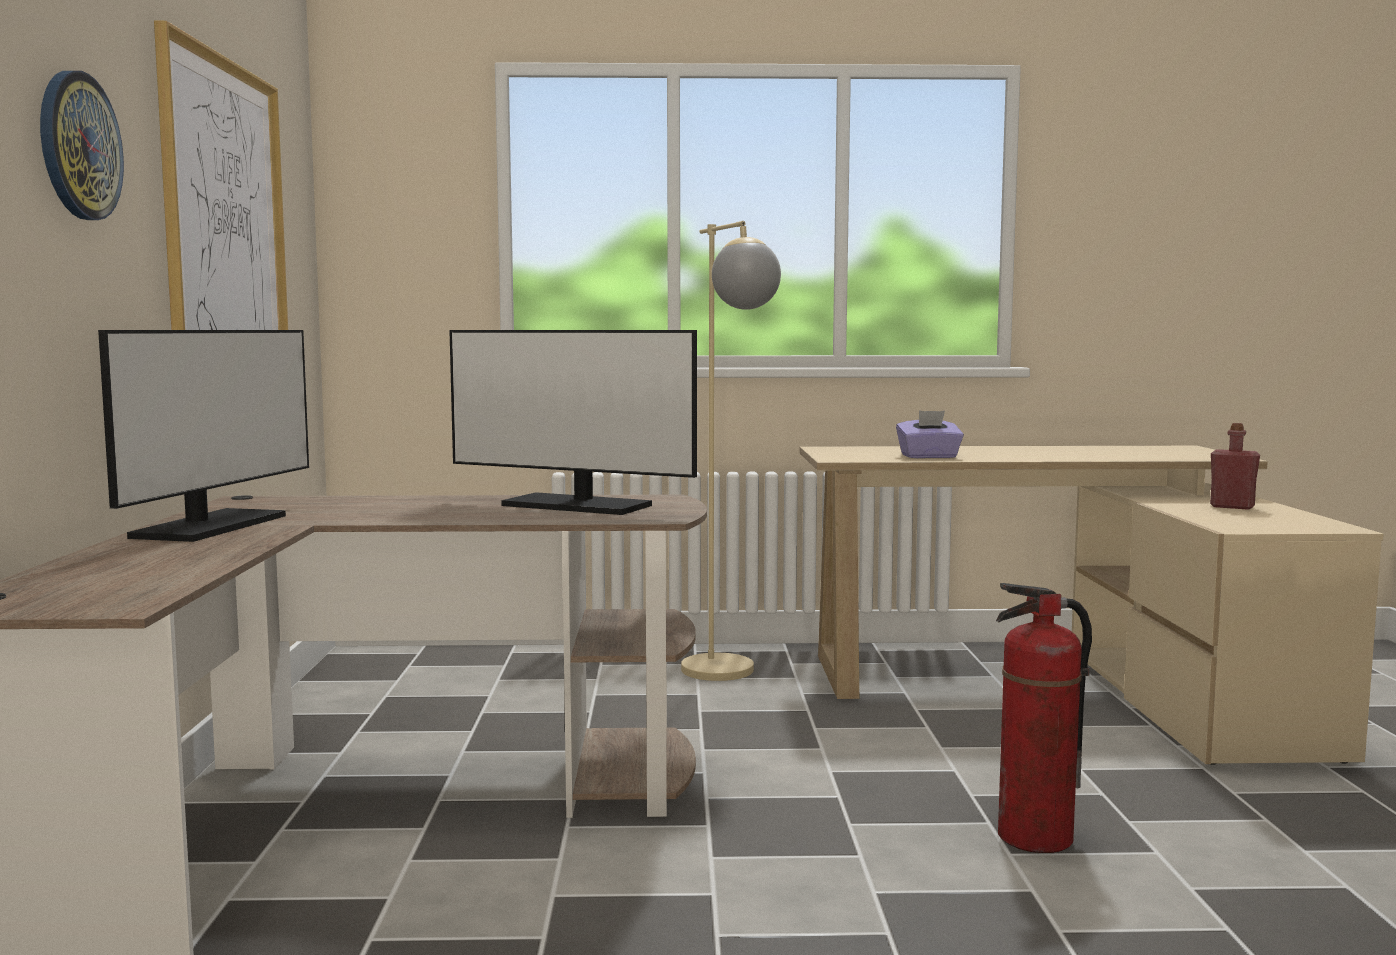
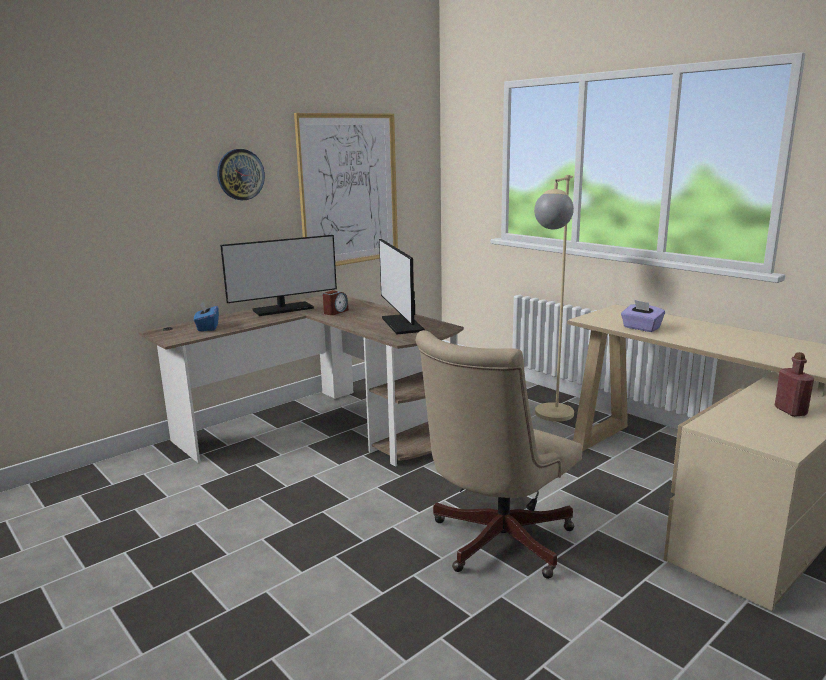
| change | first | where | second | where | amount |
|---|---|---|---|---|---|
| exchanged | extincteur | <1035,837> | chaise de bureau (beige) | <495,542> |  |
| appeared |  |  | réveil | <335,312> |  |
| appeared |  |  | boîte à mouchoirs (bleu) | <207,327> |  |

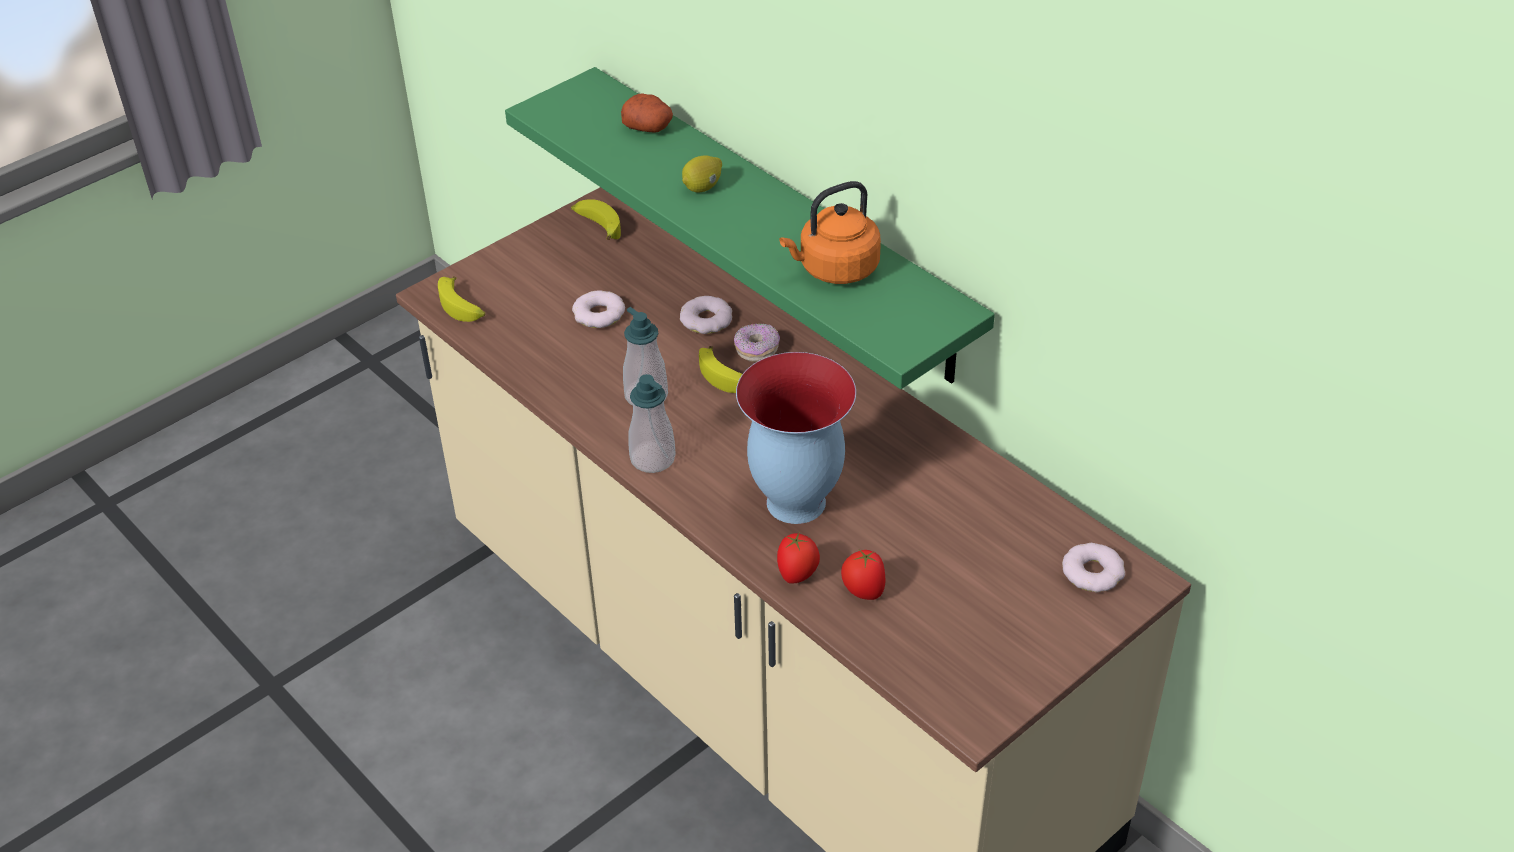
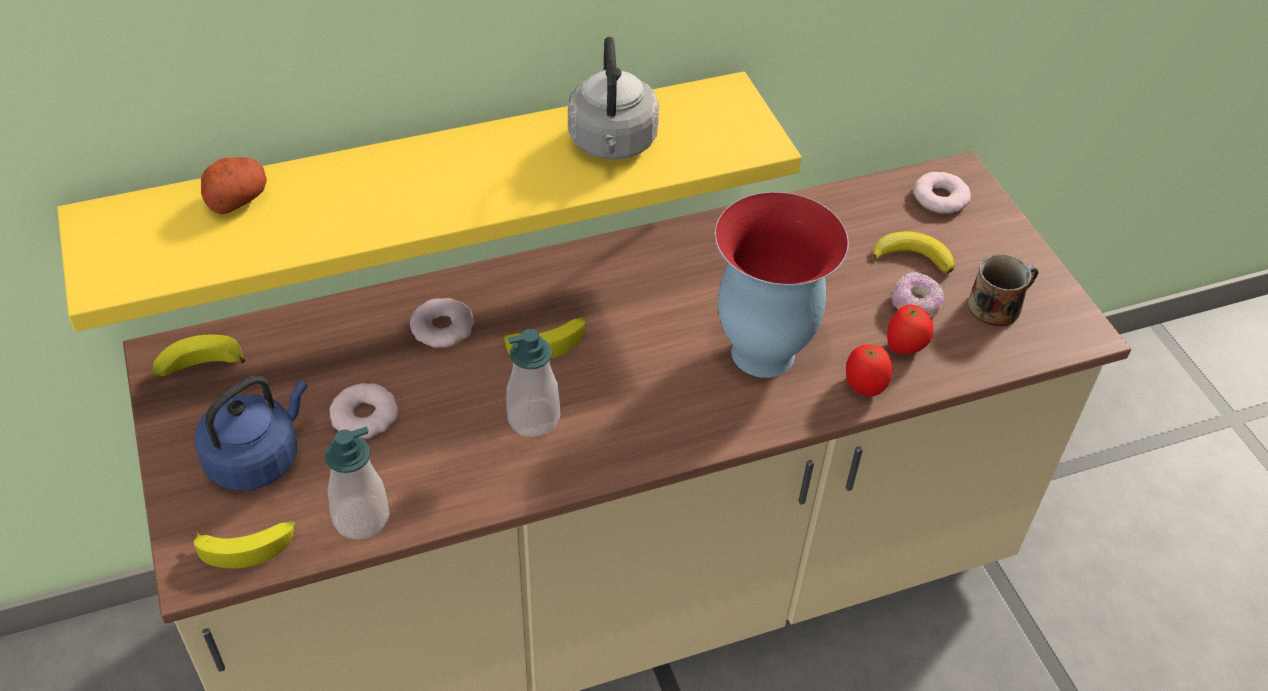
| change | first | where | second | where | amount |
|---|---|---|---|---|---|
| colour | étagère (vert) | <777,223> | étagère (jaune) | <428,184> |  |
| missing | citron | <703,187> |  |  |  |
| colour | bouilloire (orange) | <835,269> | bouilloire (gris) | <612,144> |  |
| relocated | beignet | <756,350> |  | <915,304> |  |
| relocated | distributeur de savon | <652,458> |  | <361,518> |  |
| appeared |  |  | banane | <913,256> |  |
| appeared |  |  | mug | <996,305> |  |
| appeared |  |  | bouilloire (bleu) | <257,457> |  |

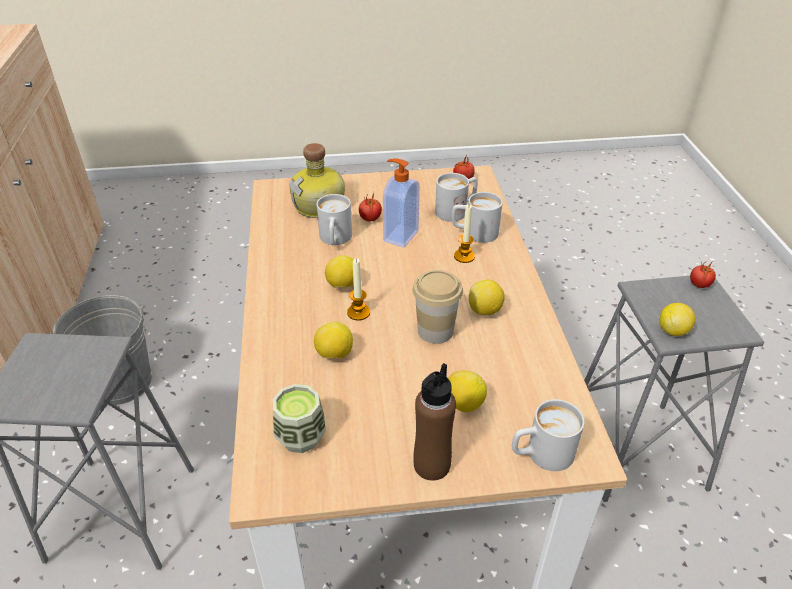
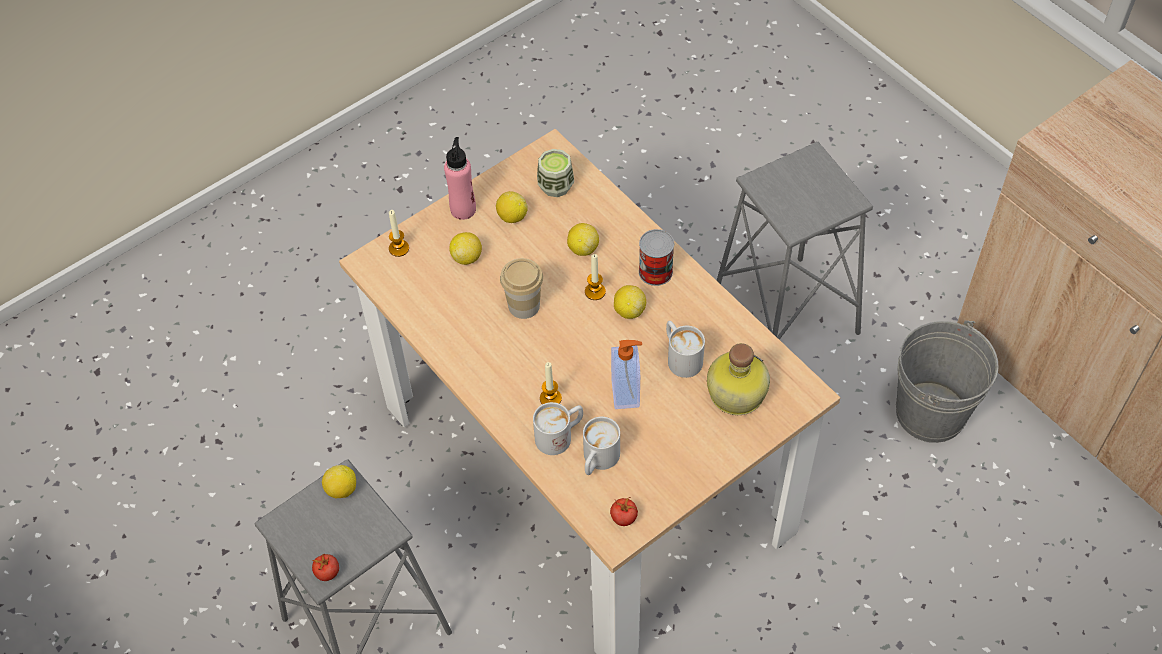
| change | first | where | second | where | amount |
|---|---|---|---|---|---|
| missing | tomate | <370,219> |  |  |  |
| relocated | citron | <485,311> |  | <512,216> |  |
| colour | bouteille (marron) | <431,465> | bouteille (rose) | <463,209> |  |
| exchanged | mug (blanc) | <540,454> | bougie | <399,248> |  |
| appeared |  |  | boîte métallique | <655,272> |  |

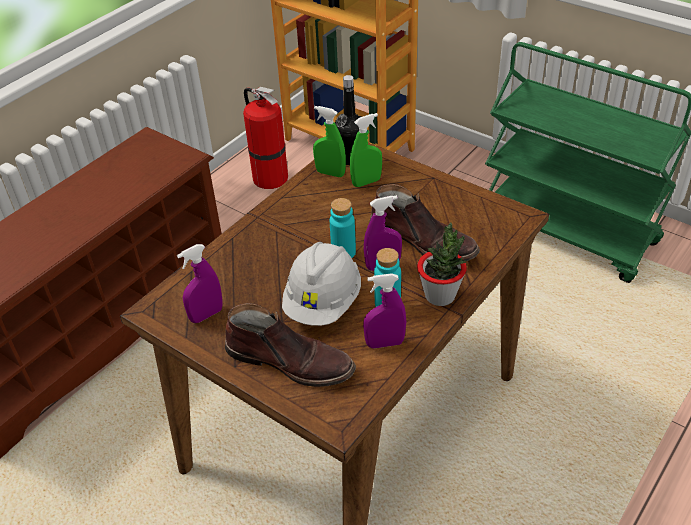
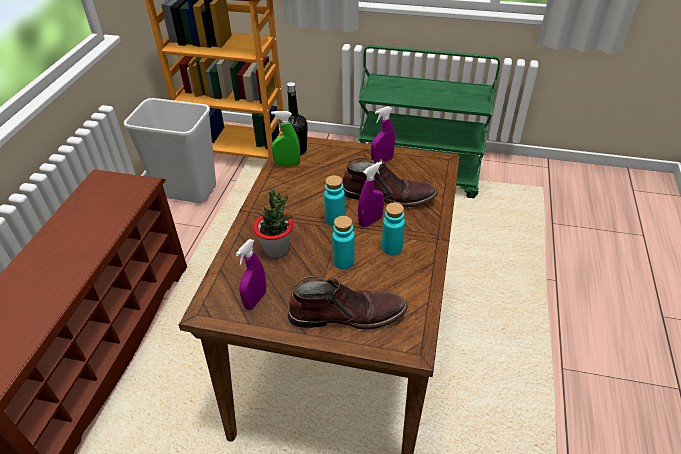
| change | first | where | second | where | amount |
|---|---|---|---|---|---|
| exchanged | extincteur | <268,177> | poubelle (blanc) | <186,191> |  |
| missing | vaporisateur (vert) | <366,182> |  |  |  |
| relocated | plante en pot | <440,295> |  | <276,249> |  |
| exchanged | casque de chantier (blanc) | <323,302> | bouteille (turquoise) | <343,261> |  |
| relocated | vaporisateur (violet) | <384,343> |  | <382,161> |  |

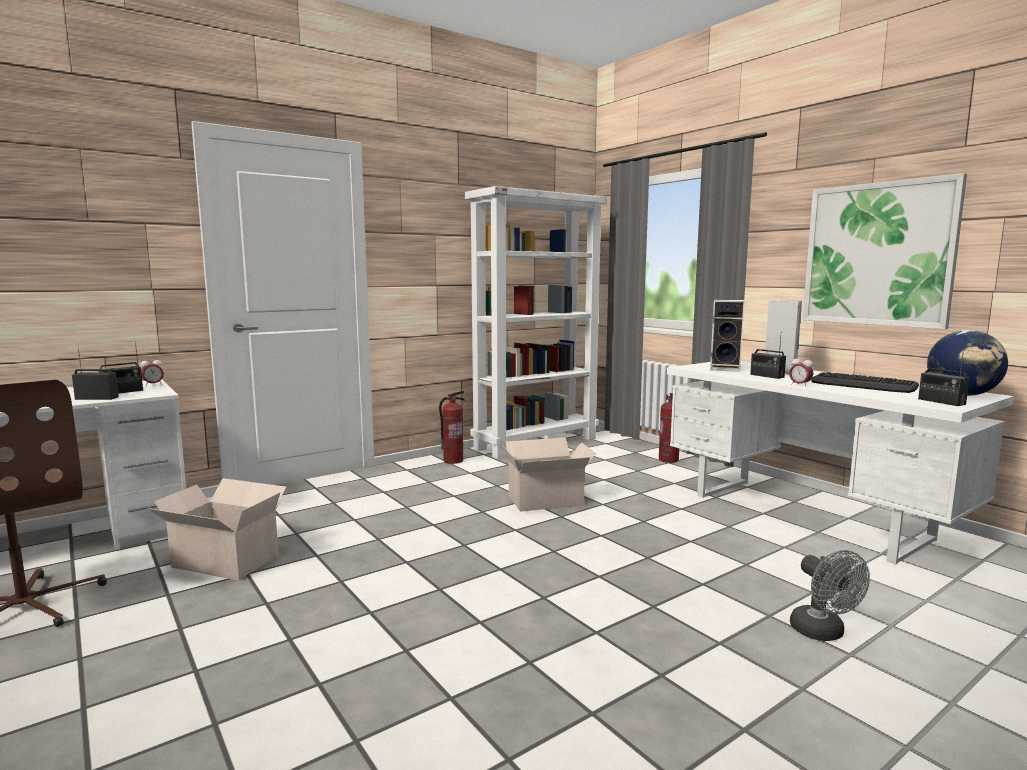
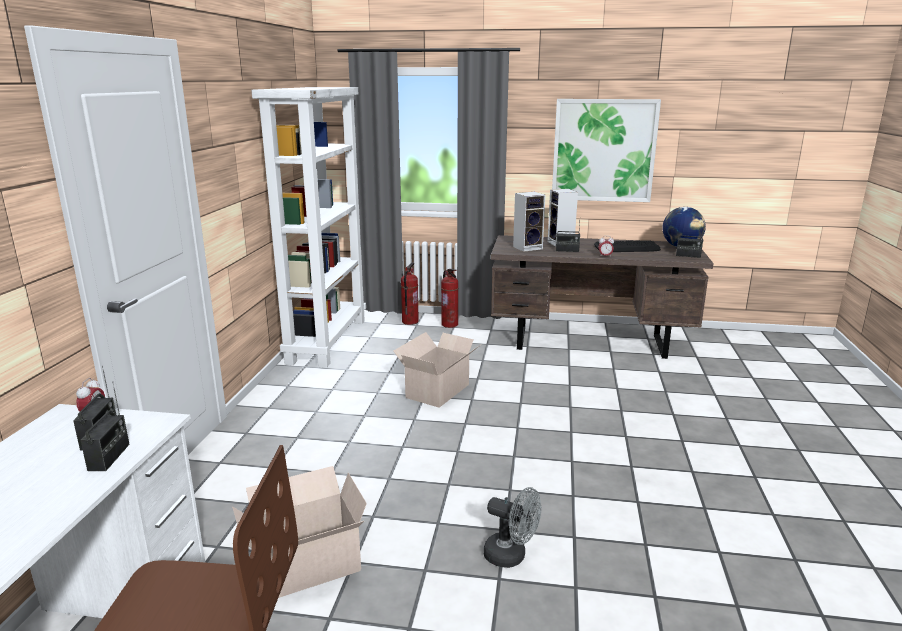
| change | first | where | second | where | amount |
|---|---|---|---|---|---|
| spun | radio | <97,398> |  | <109,457> | 135 degrees clockwise |
| colour | bureau (blanc) | <808,516> | bureau (marron) | <590,342> |  |
| relocated | extincteur | <453,460> |  | <410,322> |  |
| relocated | ventilateur (gris) | <823,633> |  | <511,556> |  |

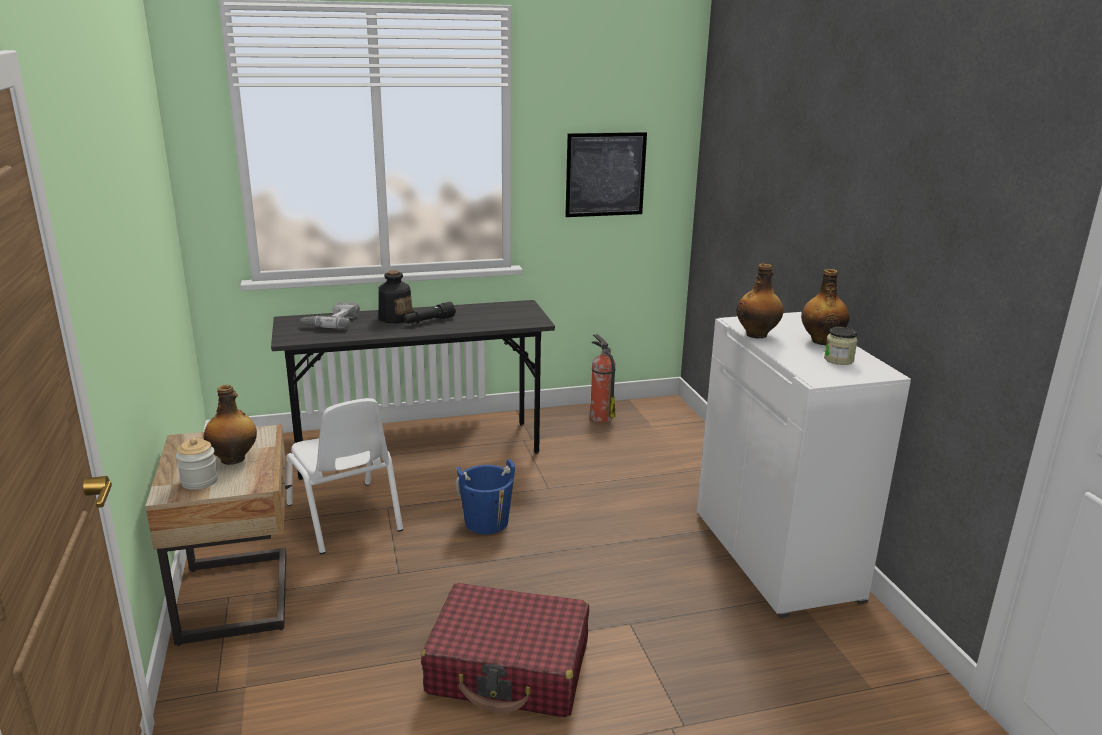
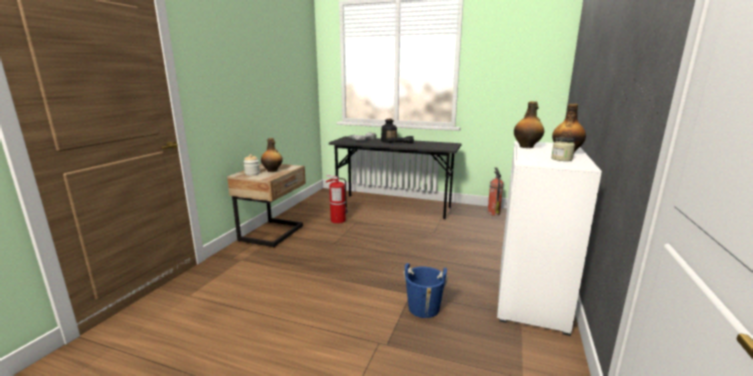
| change | first | where | second | where | amount |
|---|---|---|---|---|---|
| missing | tableau | <605,174> |  |  |  |
| exchanged | chaise (blanc) | <344,517> | extincteur | <337,220> |  |
| relocated | seau (bleu) | <486,522> |  | <423,308> |  |
| missing | valise (rouge) | <509,668> |  |  |  |

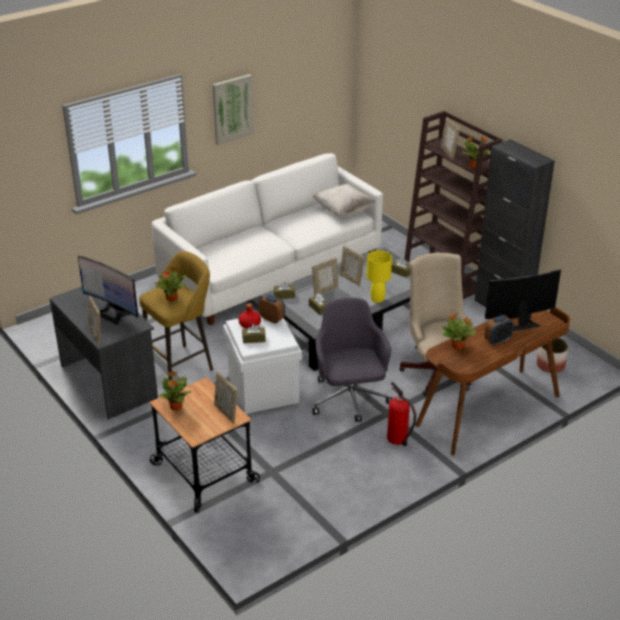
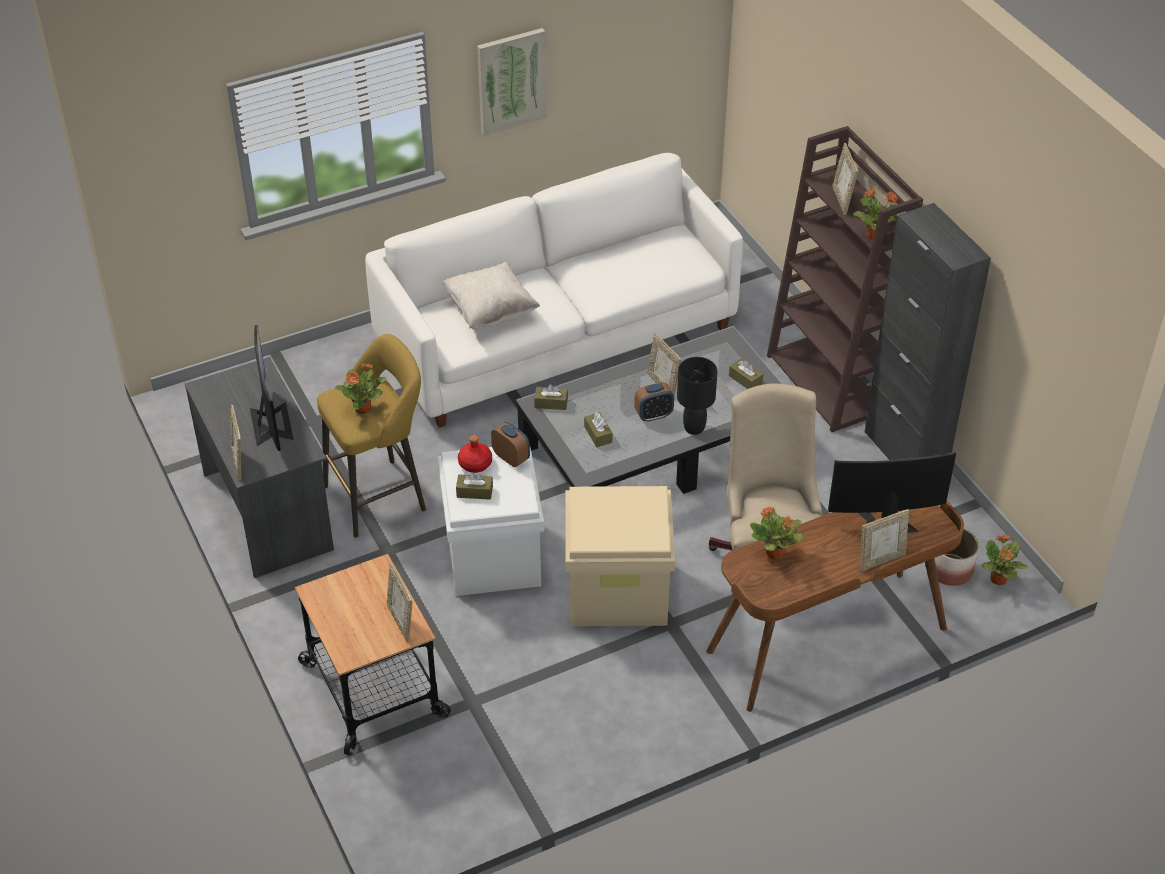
| change | first | where | second | where | amount |
|---|---|---|---|---|---|
| relocated | coussin (beige) | <343,211> |  | <490,311> |  |
| colour | lampe de table (jaune) | <377,299> | lampe de table (noir) | <693,428> |  |
| spun | écran d'ordinateur | <112,313> |  | <271,423> | 150 degrees counterclockwise |
| relocated | cadre photo | <325,290> |  | <880,560> |  |
| exchanged | chaise de bureau (gris) | <349,400> | boîte de rangement (beige) | <619,591> |  |
| relocated | réveil | <497,340> |  | <653,415> |  |
| relocated | plante en pot | <176,407> |  | <998,580> |  |
| missing | extincteur | <399,439> |  |  |  |

